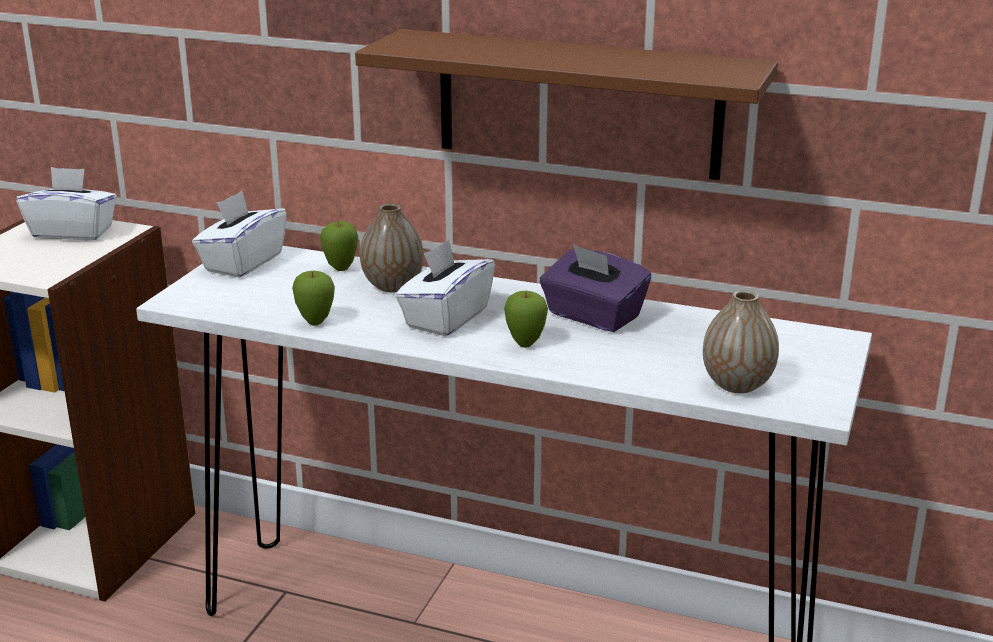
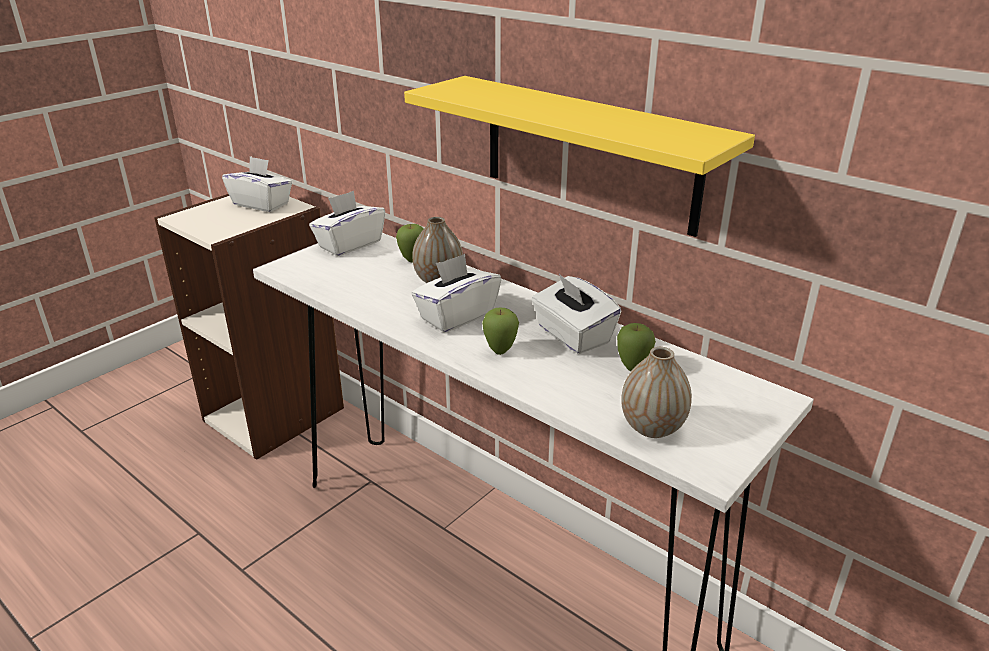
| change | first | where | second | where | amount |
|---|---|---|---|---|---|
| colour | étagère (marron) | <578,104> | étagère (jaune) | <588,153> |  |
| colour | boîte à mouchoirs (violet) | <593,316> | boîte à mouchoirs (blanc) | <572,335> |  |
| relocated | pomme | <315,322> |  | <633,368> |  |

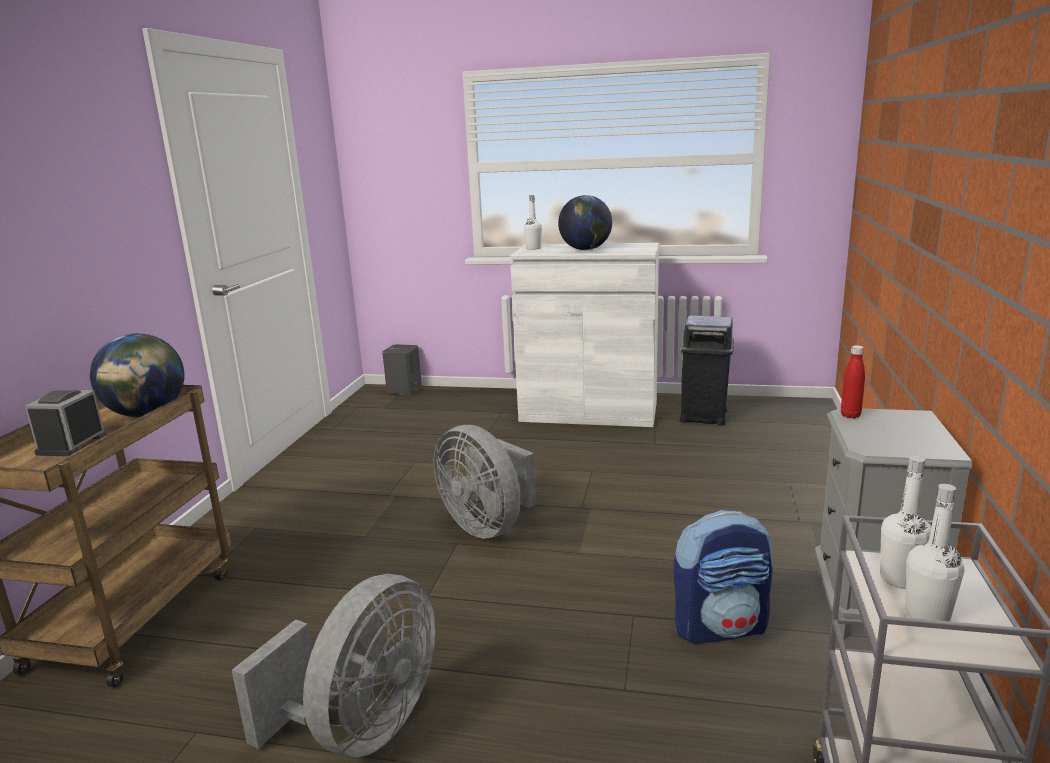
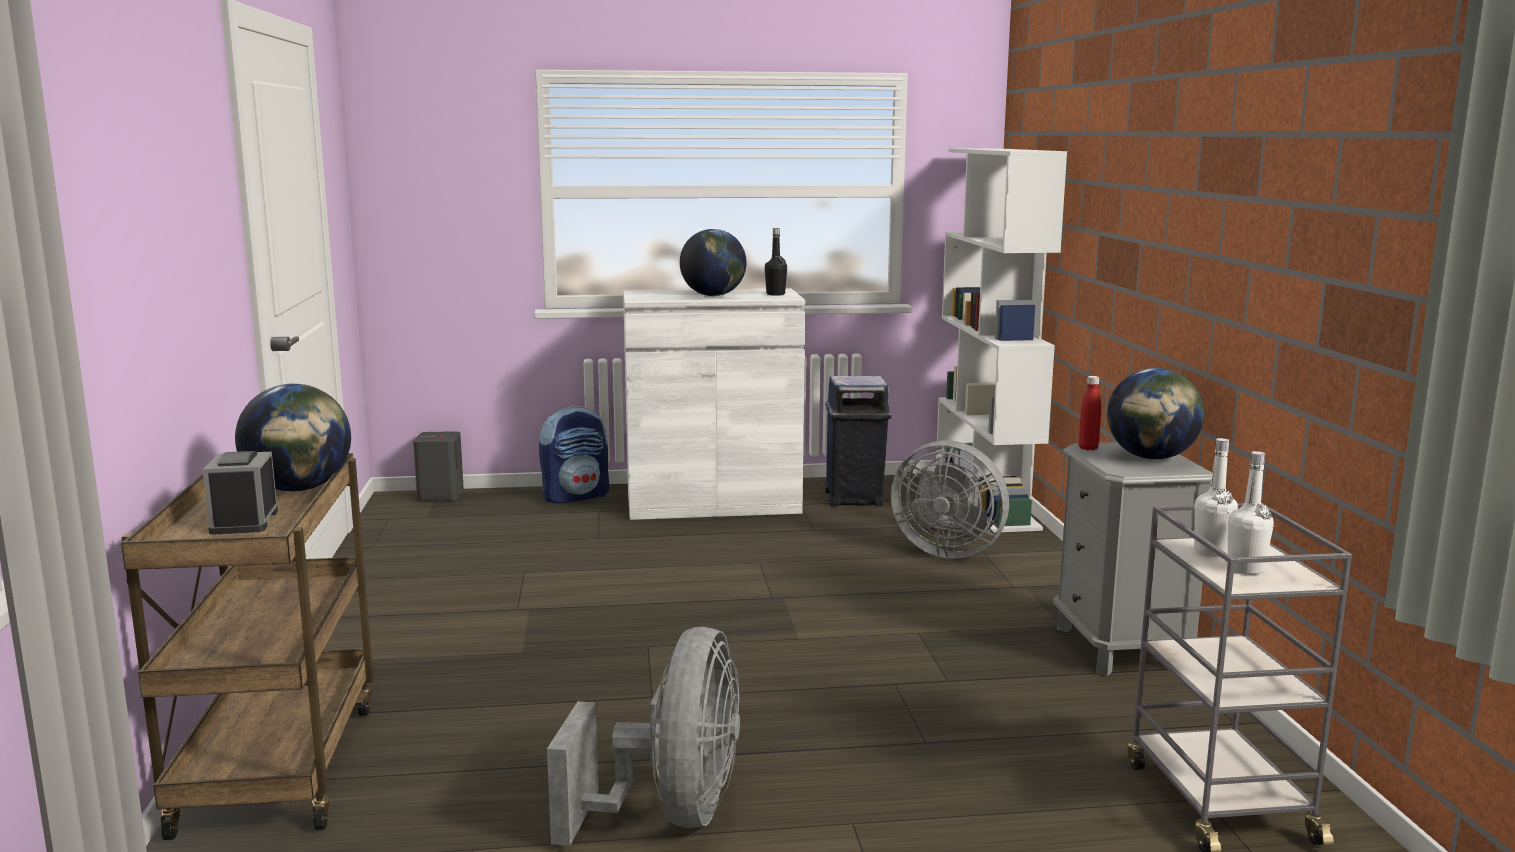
| change | first | where | second | where | amount |
|---|---|---|---|---|---|
| missing | bouteille (blanc) | <533,248> |  |  |  |
| relocated | ventilateur (gris) | <487,525> |  | <947,551> |  |
| relocated | sac à dos | <721,627> |  | <576,496> |  |
| appeared |  |  | bibliothèque (blanc) | <986,502> |  |
| appeared |  |  | bouteille (noir) | <775,294> |  |
| appeared |  |  | globe | <1151,458> |  |

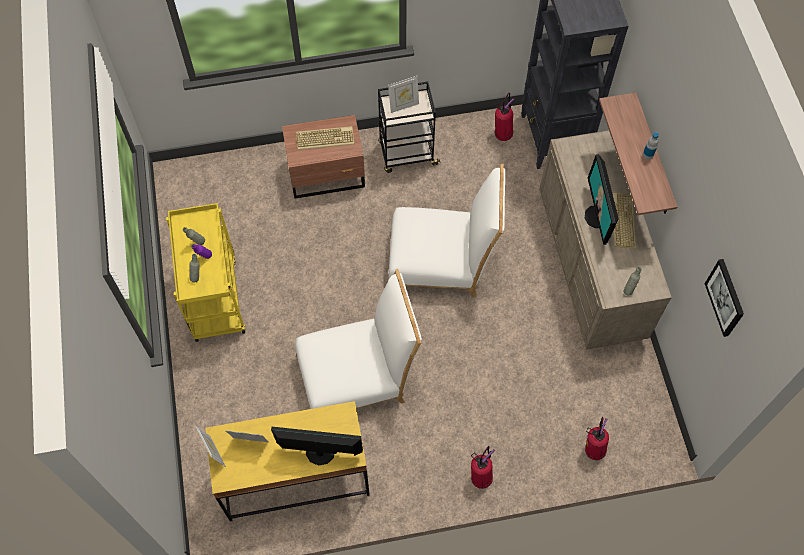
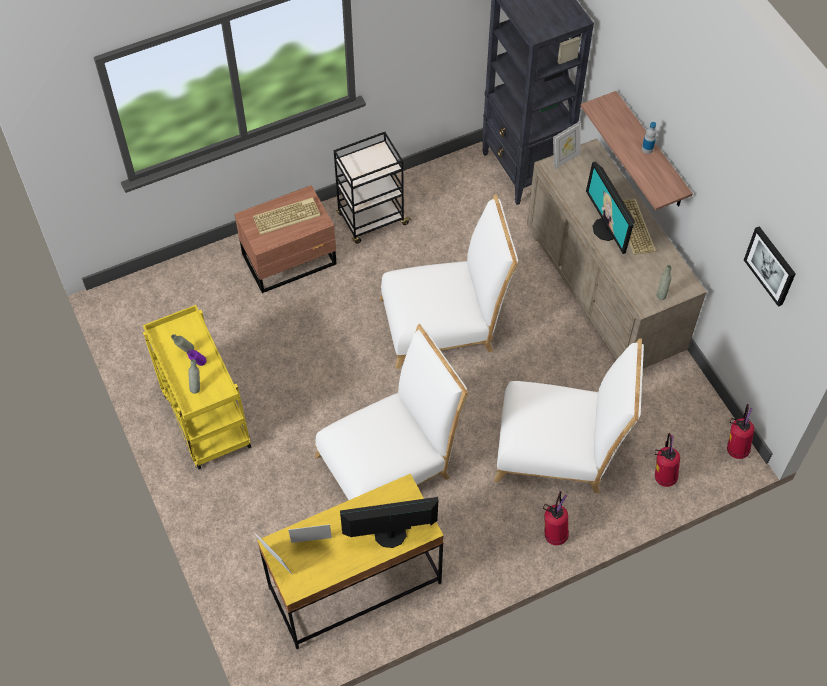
| change | first | where | second | where | amount |
|---|---|---|---|---|---|
| relocated | cadre photo | <403,106> |  | <565,159> |  |
| relocated | extincteur | <502,134> |  | <735,449> |  |
| appeared |  |  | chaise (blanc) | <559,448> |  |

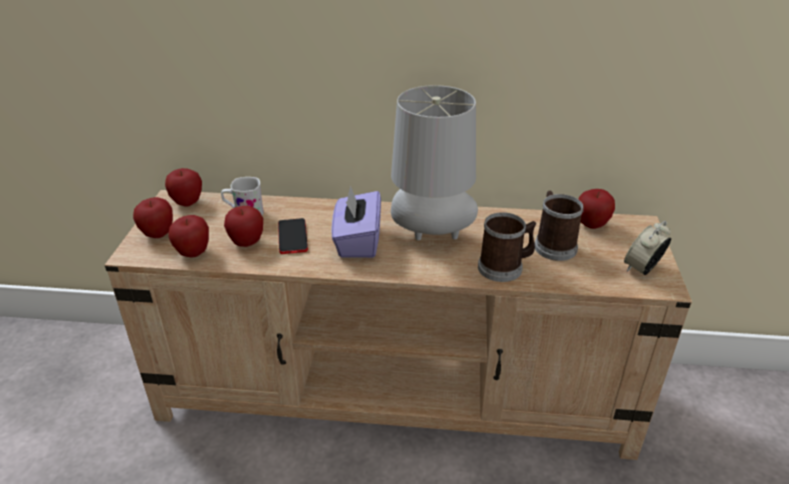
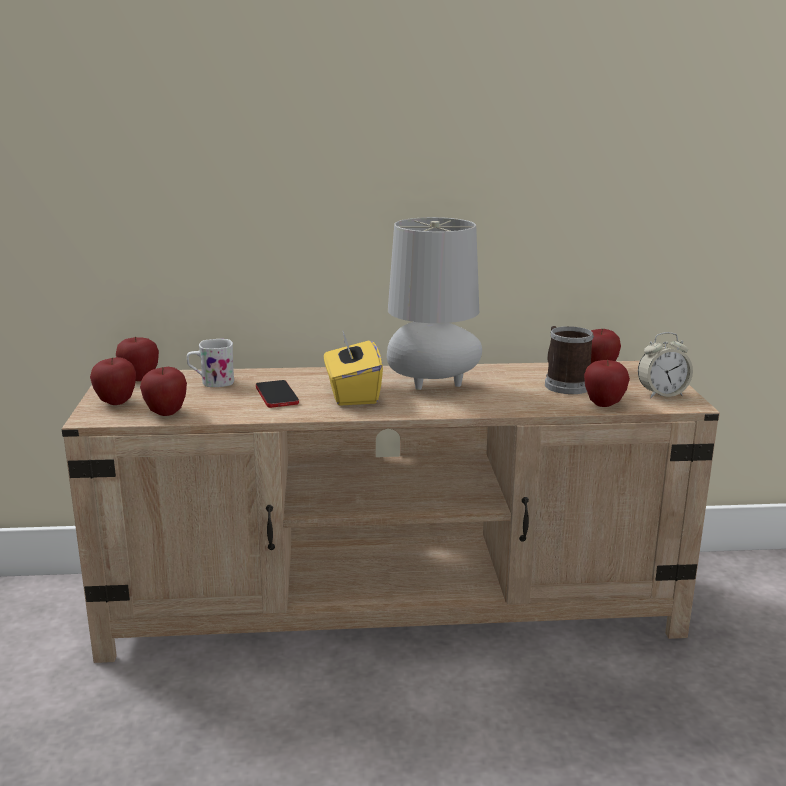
| change | first | where | second | where | amount |
|---|---|---|---|---|---|
| colour | boîte à mouchoirs (violet) | <357,241> | boîte à mouchoirs (jaune) | <352,394> |  |
| relocated | pomme | <247,243> |  | <604,404> |  |
| missing | mug | <505,267> |  |  |  |
| spun | réveil | <642,269> |  | <662,394> | 135 degrees counterclockwise |

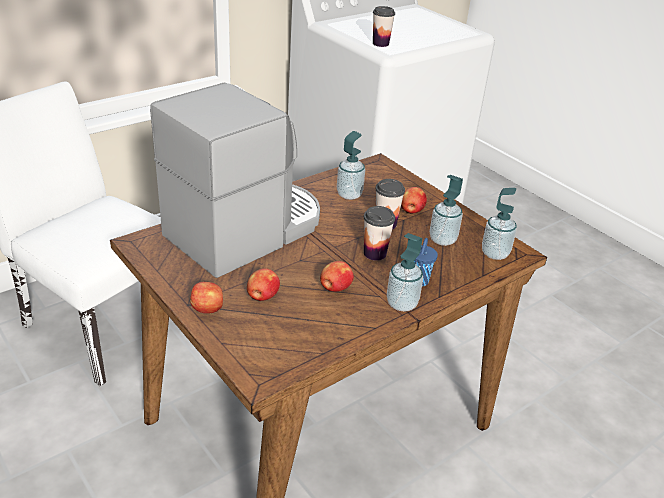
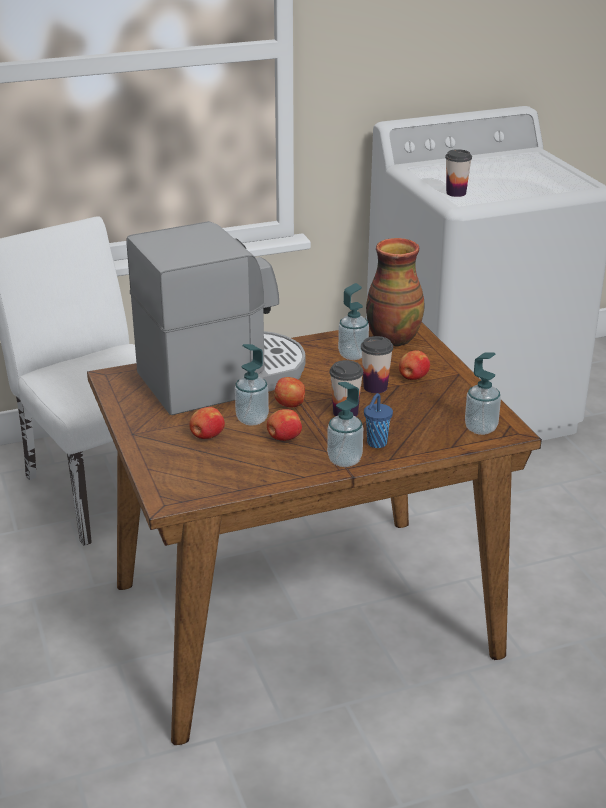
| change | first | where | second | where | amount |
|---|---|---|---|---|---|
| relocated | distributeur de savon | <442,239> |  | <252,419> |  |
| relocated | pomme | <208,309> |  | <290,405> |  |
| appeared |  |  | vase | <392,338> |  |

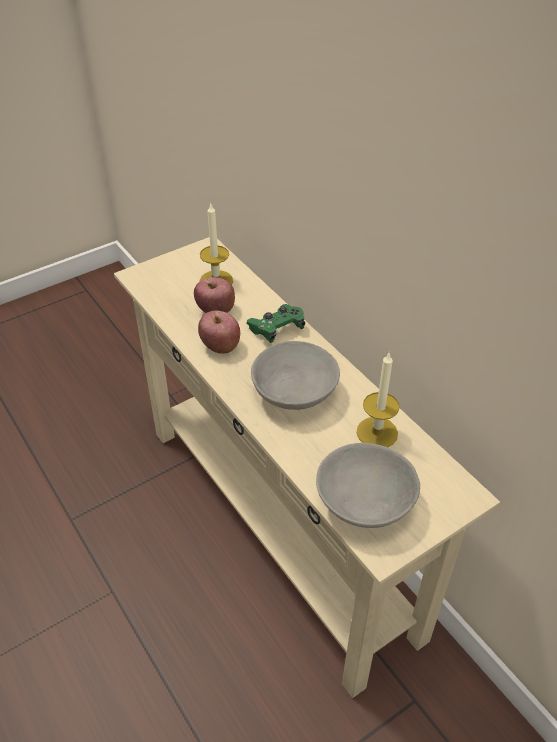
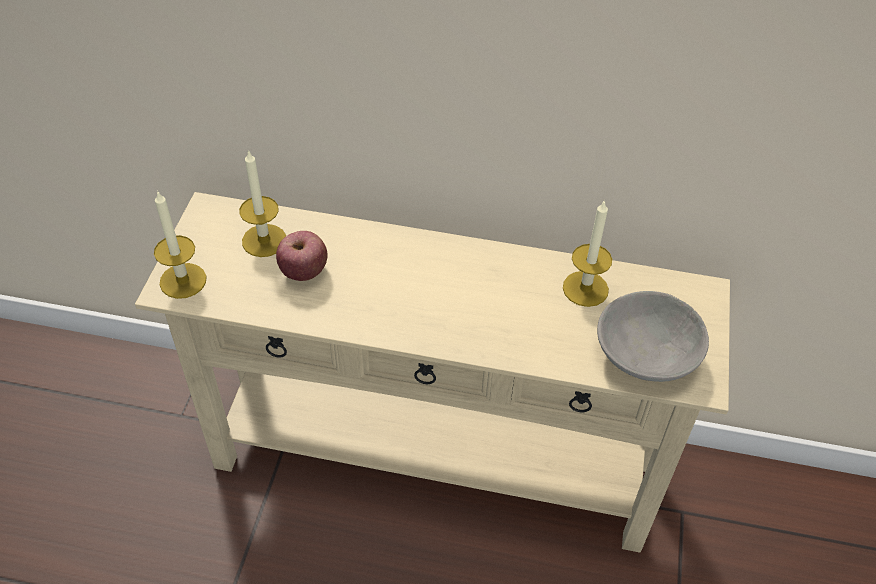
| change | first | where | second | where | amount |
|---|---|---|---|---|---|
| missing | manette (vert) | <277,329> |  |  |  |
| missing | pomme | <220,346> |  |  |  |
| missing | bol (gris) | <294,392> |  |  |  |
| appeared |  |  | bougie | <183,280> |  |

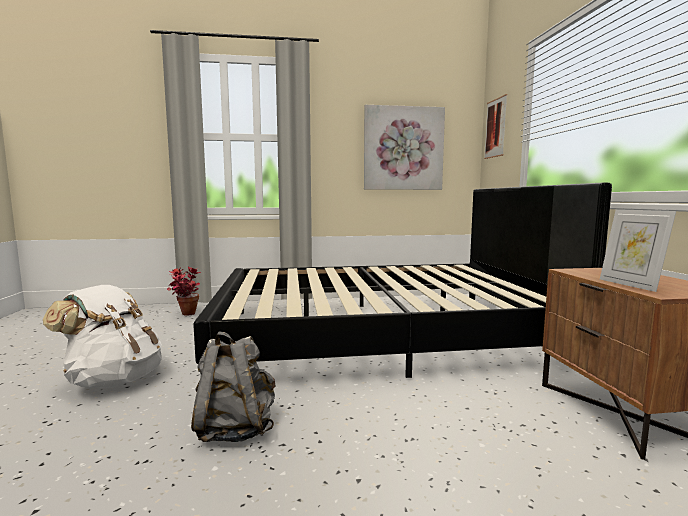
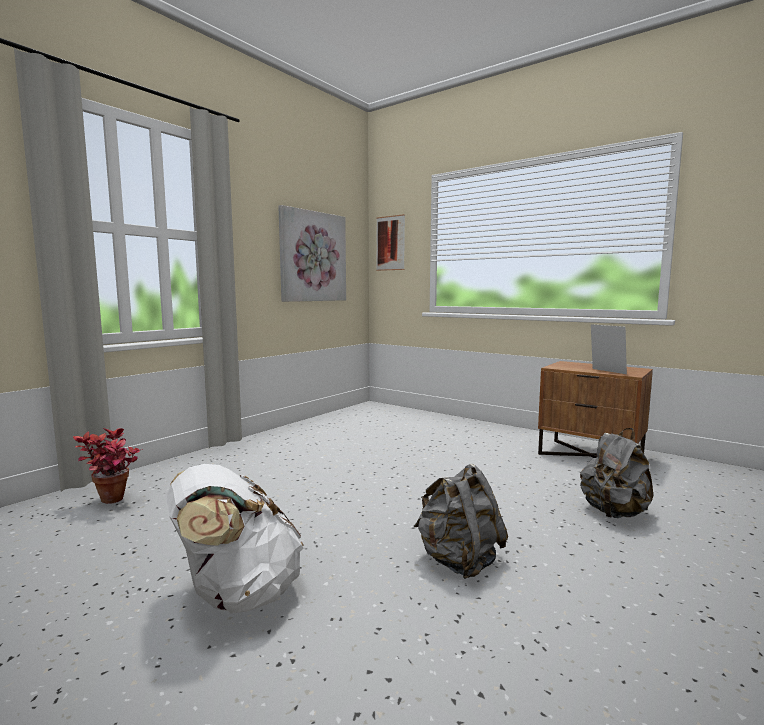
| change | first | where | second | where | amount |
|---|---|---|---|---|---|
| missing | lit (noir) | <379,336> |  |  |  |
| spun | cadre photo | <630,284> |  | <606,371> | 150 degrees counterclockwise |
| appeared |  |  | sac à dos (gris) | <614,512> |  |

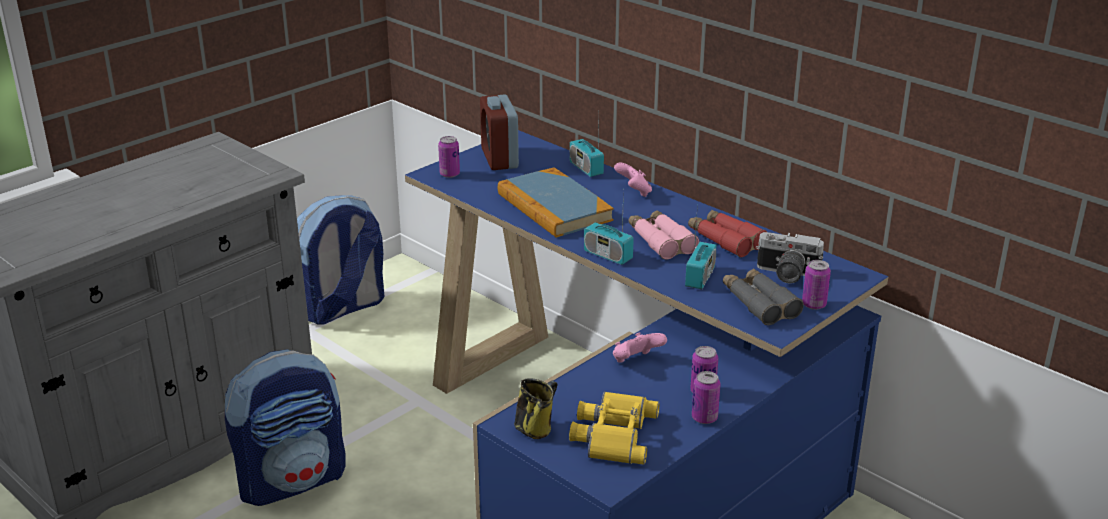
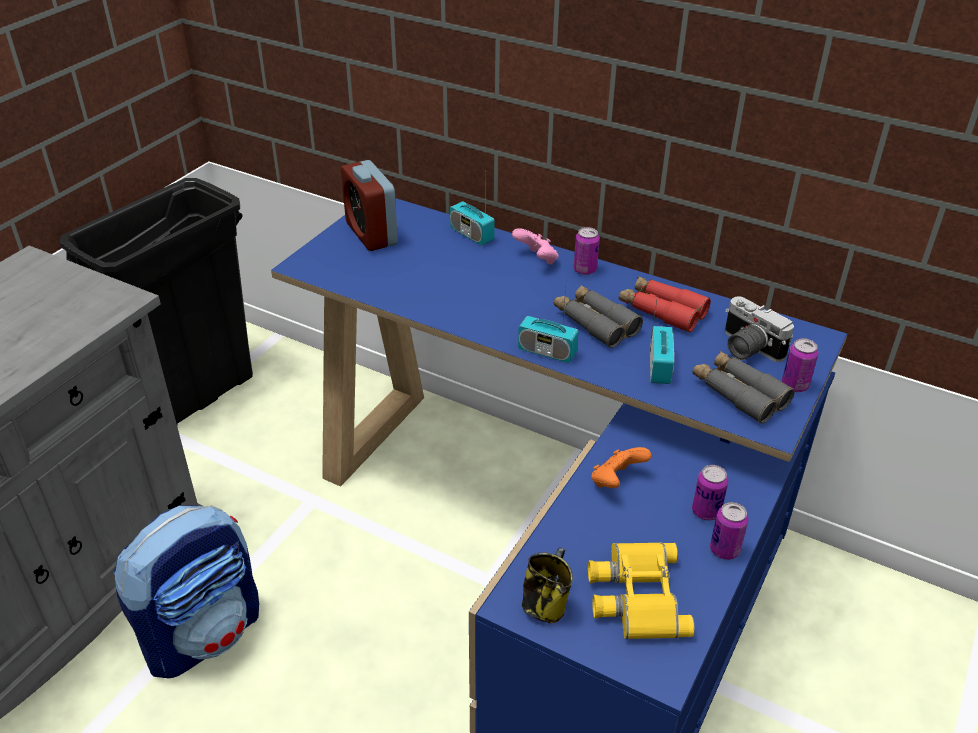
| change | first | where | second | where | amount |
|---|---|---|---|---|---|
| relocated | boîte métallique | <449,174> |  | <585,270> |  |
| missing | livre | <554,207> |  |  |  |
| exchanged | sac à dos | <342,308> | poubelle (noir) | <194,397> |  |
| colour | jumelles (rose) | <661,241> | jumelles (gris) | <595,323> |  |
| spun | appareil photo | <786,275> |  | <746,348> | 45 degrees clockwise |
| colour | manette (rose) | <636,361> | manette (orange) | <616,481> |  |

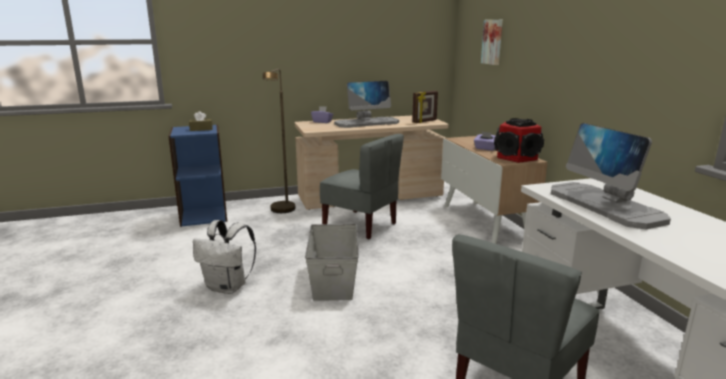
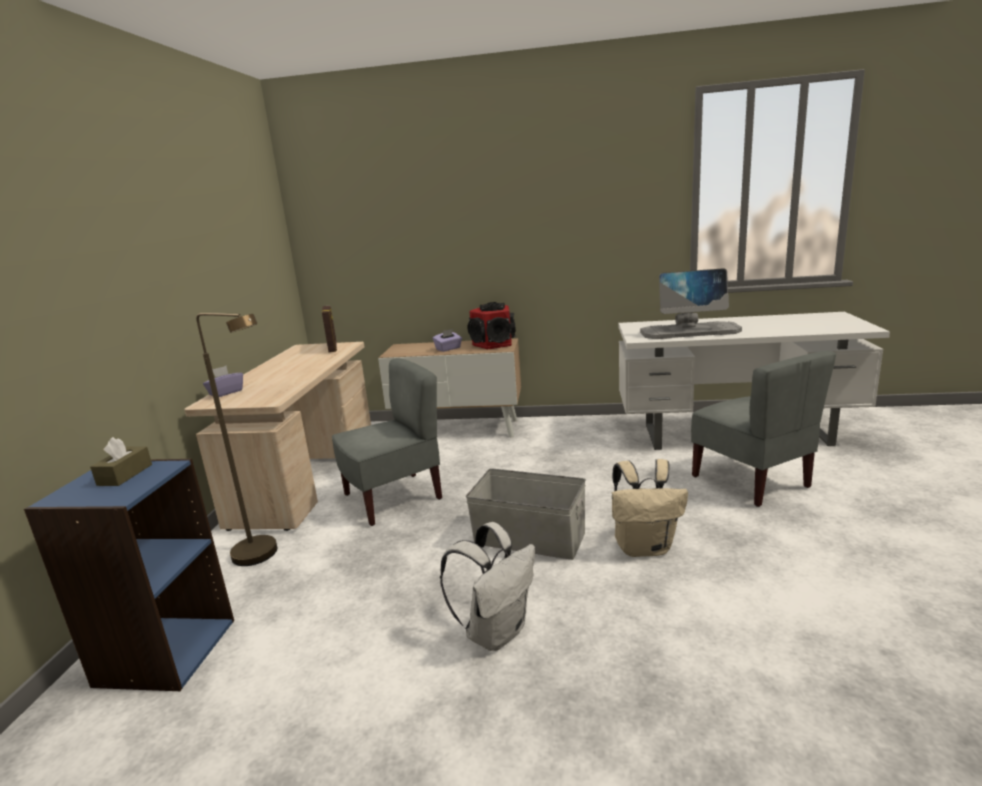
| change | first | where | second | where | amount |
|---|---|---|---|---|---|
| missing | tableau | <493,42> |  |  |  |
| missing | écran d'ordinateur | <367,123> |  |  |  |
| appeared |  |  | sac à dos (beige) | <644,547> |  |

